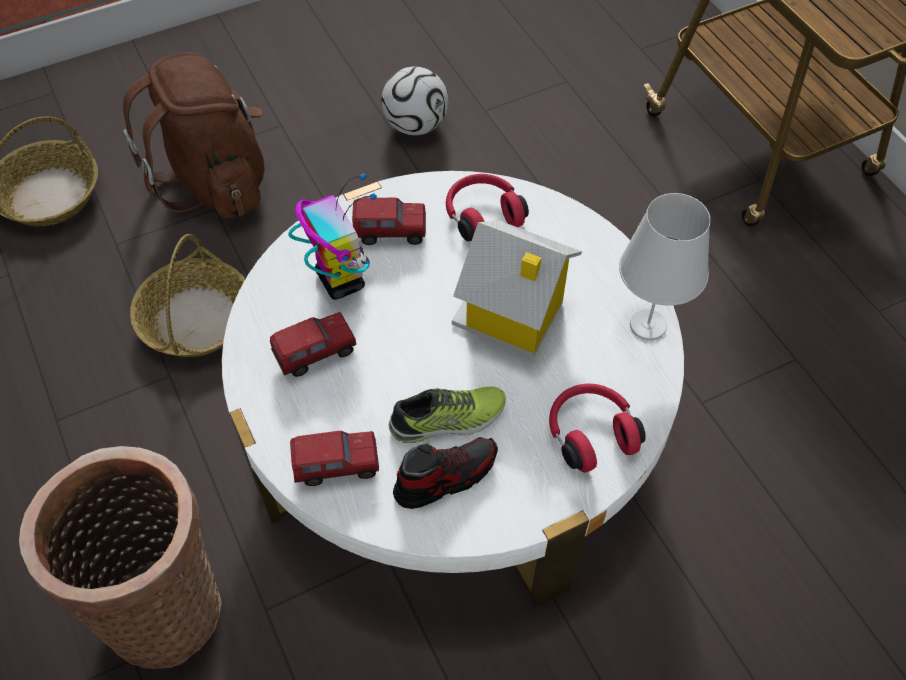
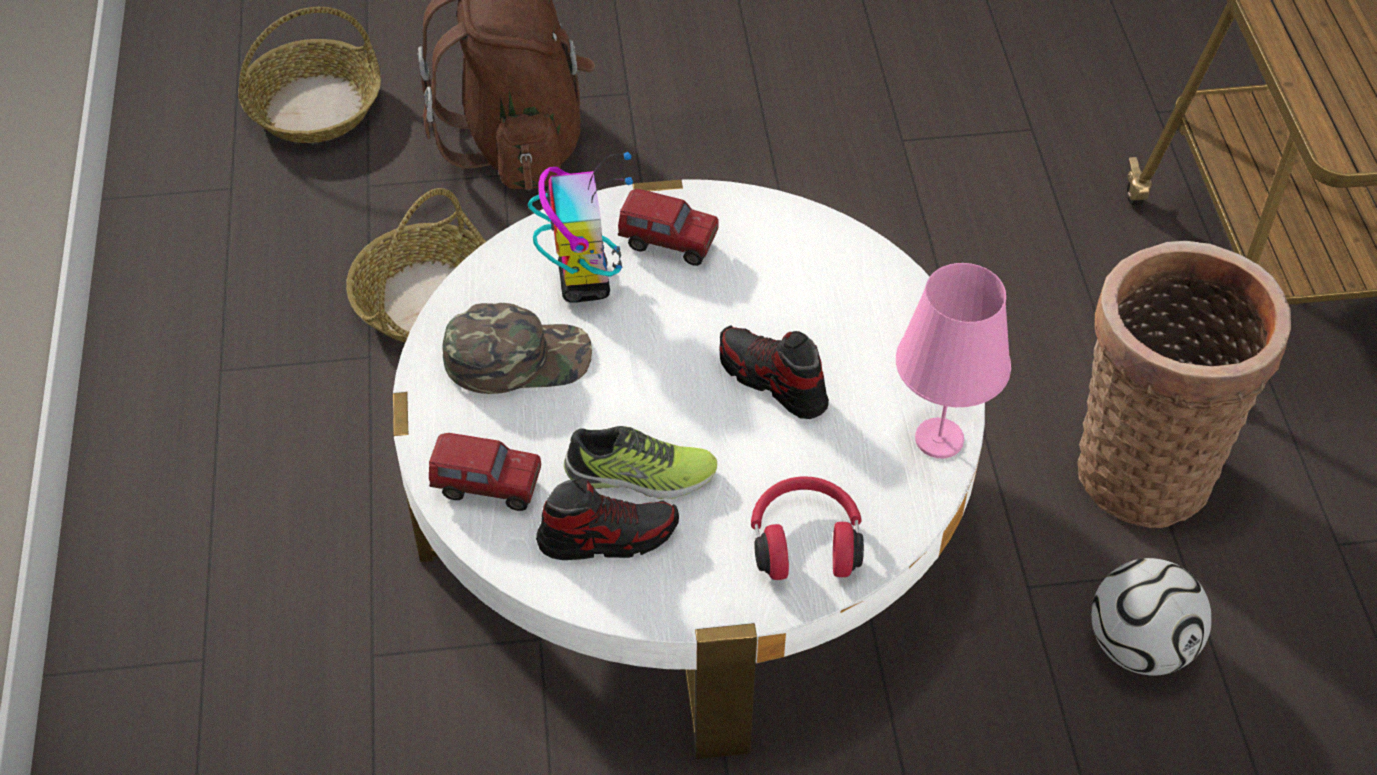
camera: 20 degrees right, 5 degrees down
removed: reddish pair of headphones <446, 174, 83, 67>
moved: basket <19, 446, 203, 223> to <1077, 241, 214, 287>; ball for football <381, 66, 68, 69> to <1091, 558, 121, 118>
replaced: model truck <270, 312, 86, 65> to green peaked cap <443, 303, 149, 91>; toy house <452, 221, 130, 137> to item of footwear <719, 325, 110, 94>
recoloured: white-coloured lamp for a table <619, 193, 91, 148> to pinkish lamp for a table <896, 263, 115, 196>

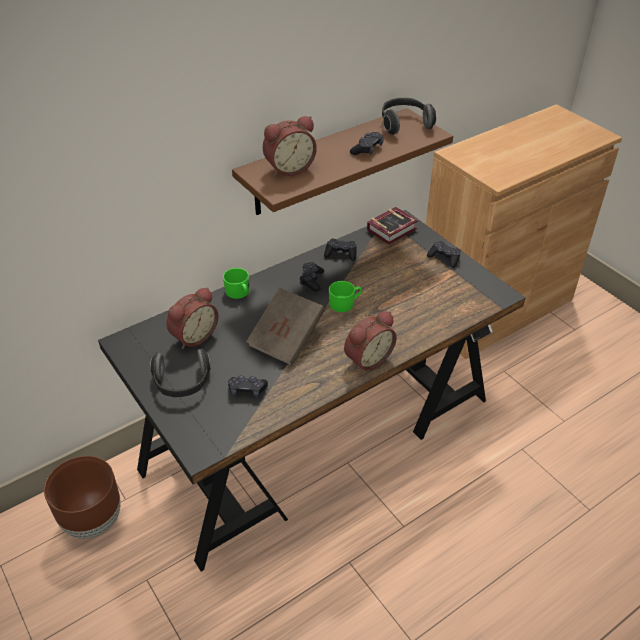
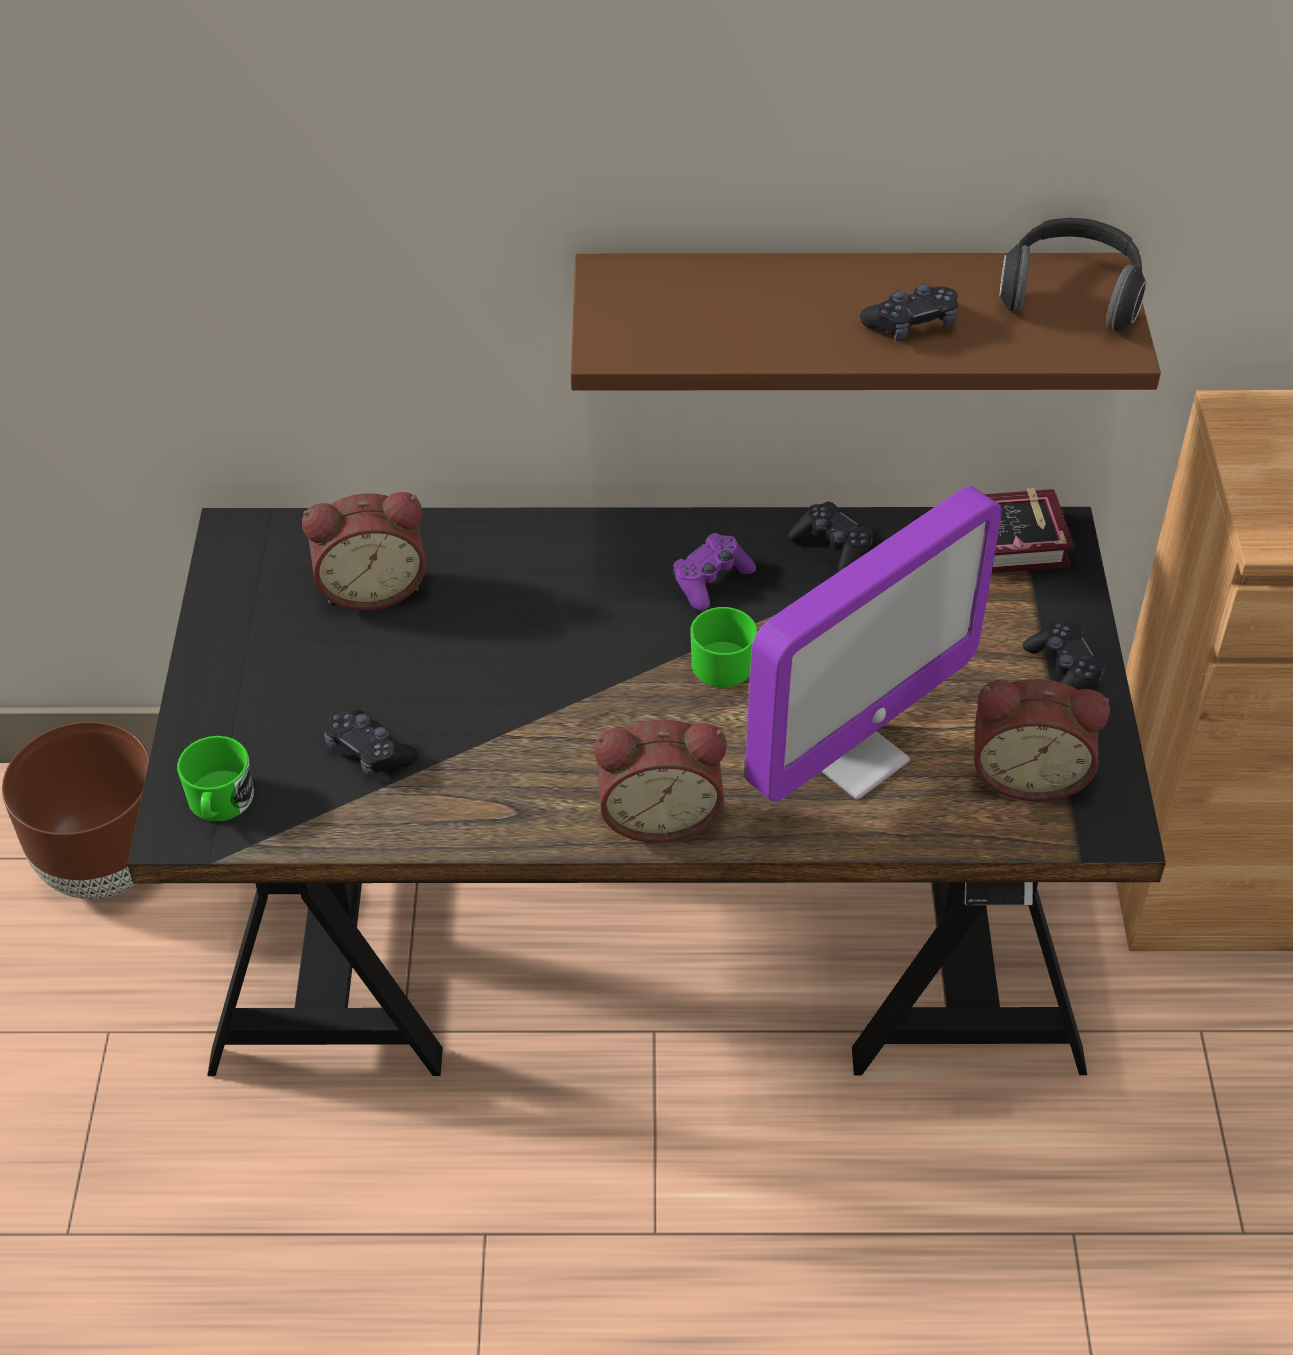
camera: 35 degrees right, 5 degrees up
removed: pair of headphones <150, 348, 61, 49>; brownish book <246, 288, 79, 78>
added: monitor <745, 486, 257, 316>
moved: green mug <223, 268, 26, 31> to <177, 736, 77, 85>; table clock <263, 116, 54, 60> to <974, 679, 136, 122>
recoloured: blackish joypad <300, 262, 24, 29> to purplish joypad <673, 533, 83, 78>

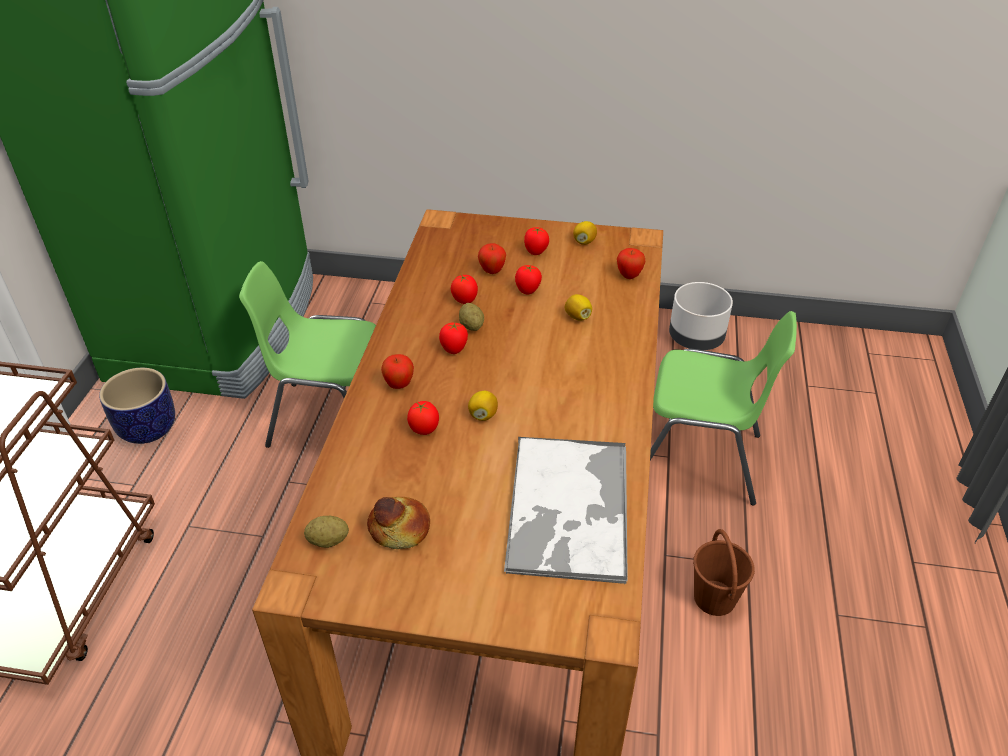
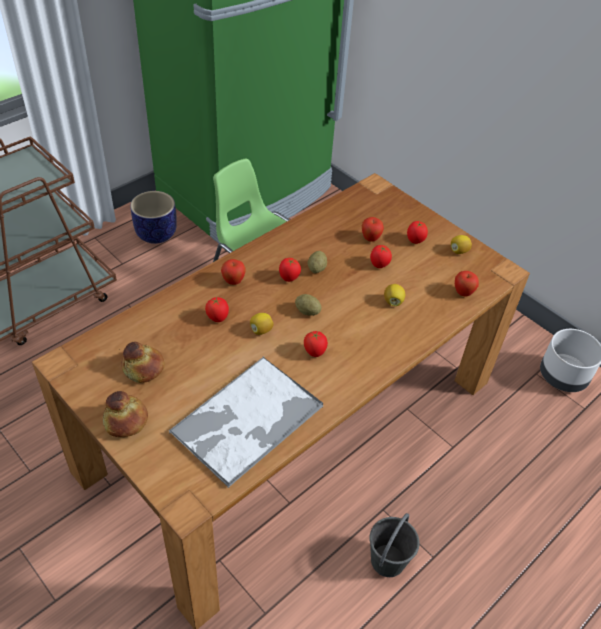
camera: 35 degrees right, 5 degrees up
removed: green chair <650, 311, 147, 194>
added: bread <103, 391, 45, 46>
moved: potato <304, 516, 45, 32> to <295, 294, 26, 22>; fresh tomato <451, 274, 27, 30> to <304, 331, 24, 26>
recoloured: brownish pail <693, 529, 62, 87> to gray pail <370, 513, 50, 64>

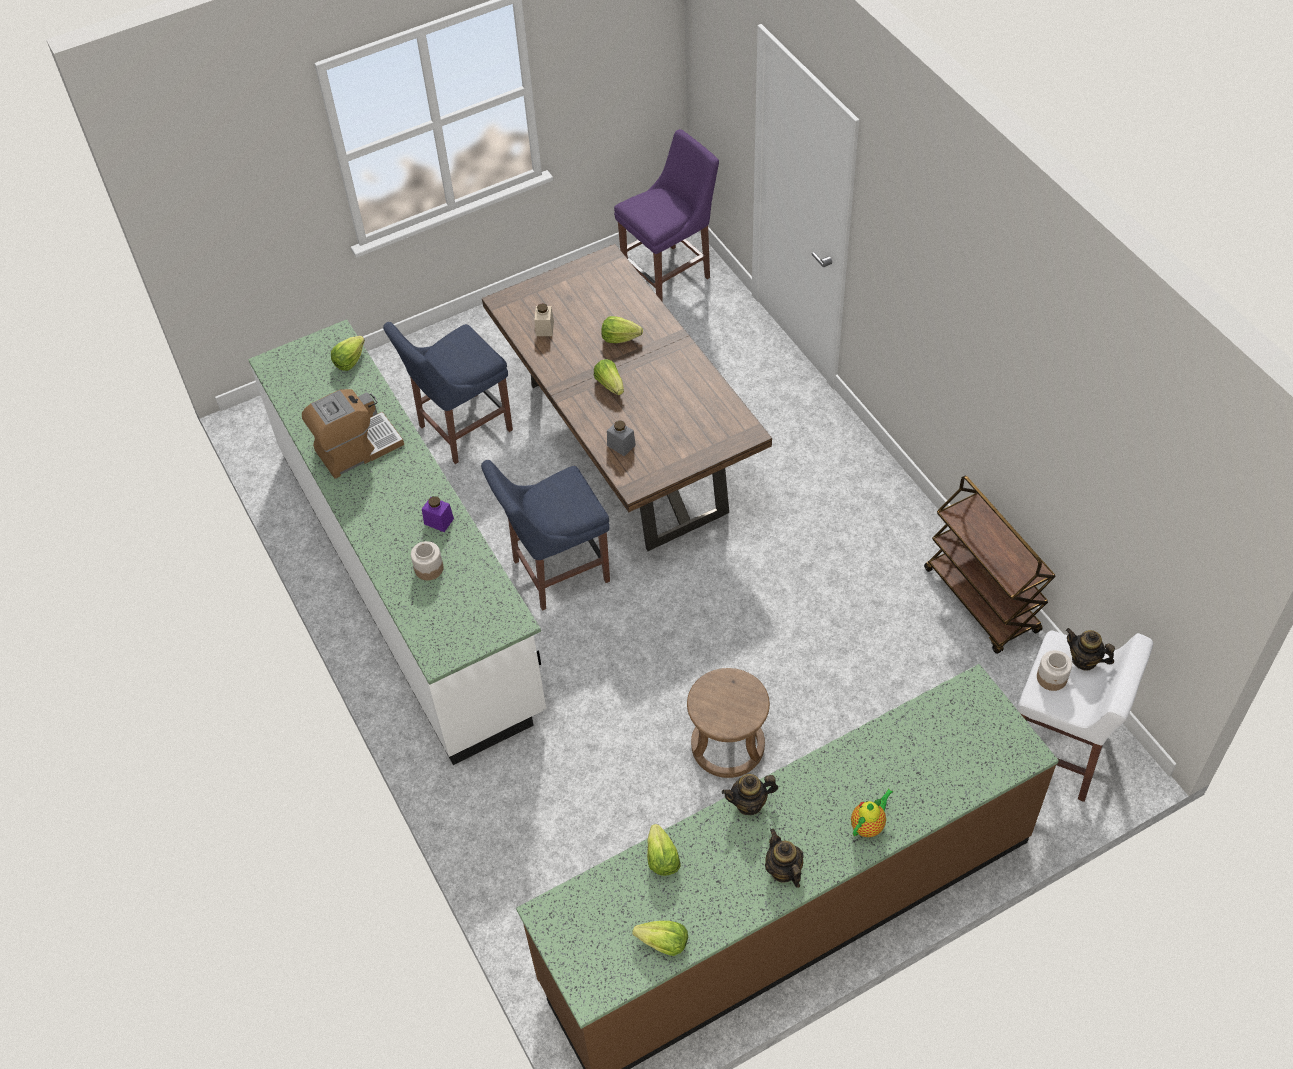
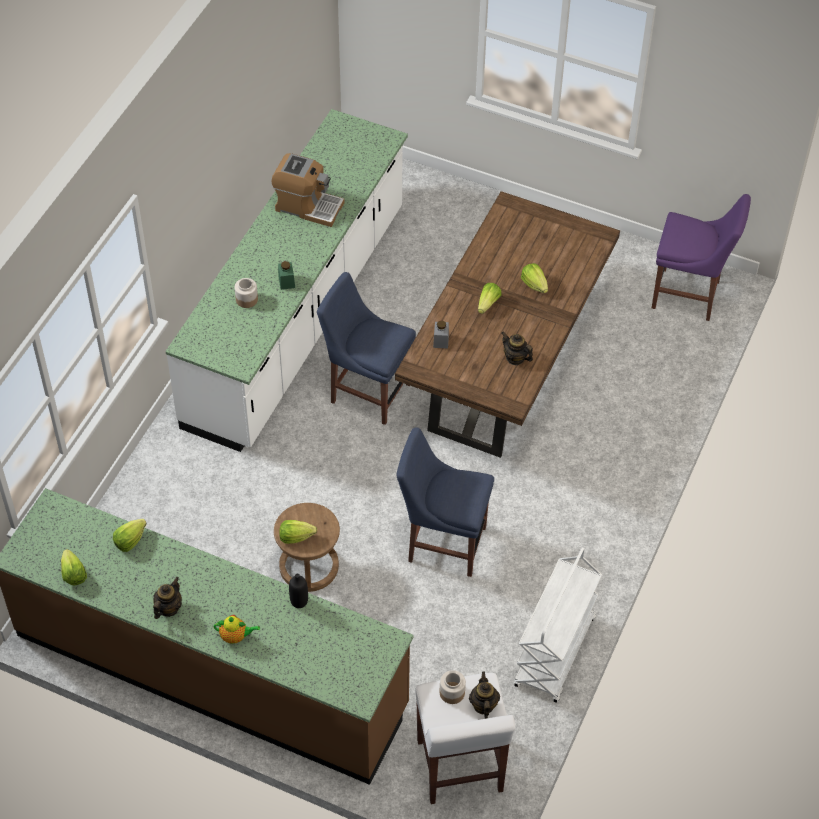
camera: 50 degrees right, 0 degrees up
removed: sand-coloured preserve jar <534, 303, 20, 33>
added: blackish bottle <289, 574, 19, 34>
moved: lettuce <331, 336, 34, 35> to <279, 520, 38, 24>; bluish chair <383, 322, 130, 142> to <396, 427, 98, 150>; tea pot <722, 774, 56, 41> to <501, 331, 32, 34>
recoloured: purplish preserve jar <422, 496, 32, 36> to green preserve jar <278, 261, 17, 29>; brownish wheeled cart <924, 476, 132, 178> to white-coloured wheeled cart <514, 547, 88, 156>

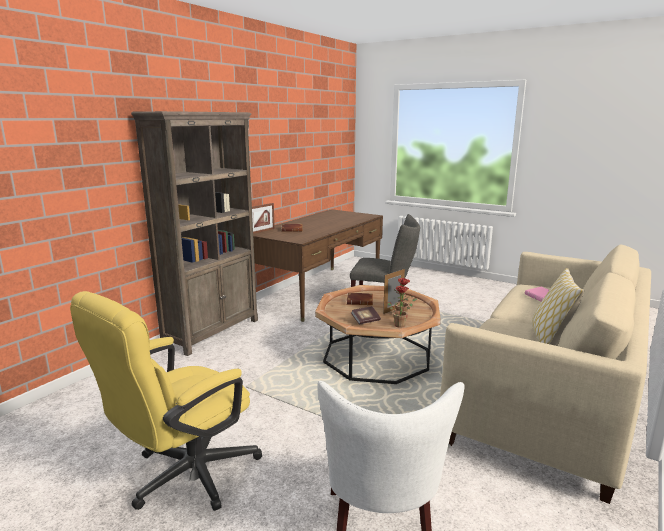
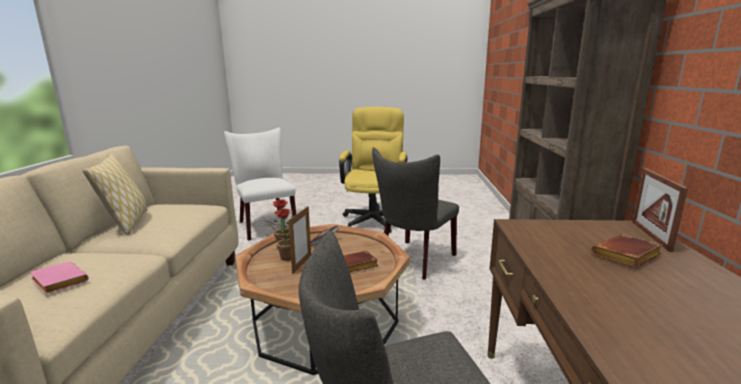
camera: 150 degrees right, 0 degrees up
added: gray chair <372, 147, 87, 133>

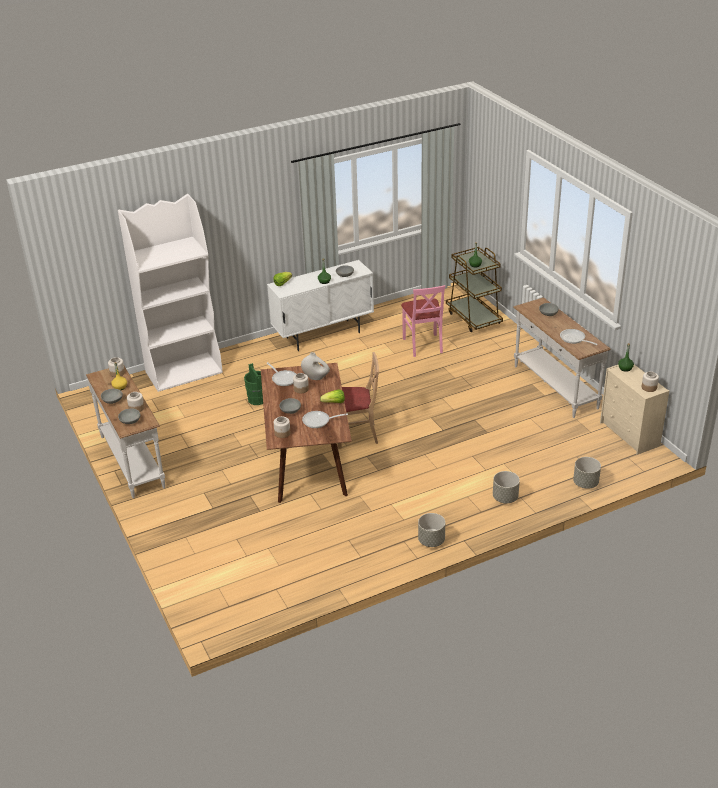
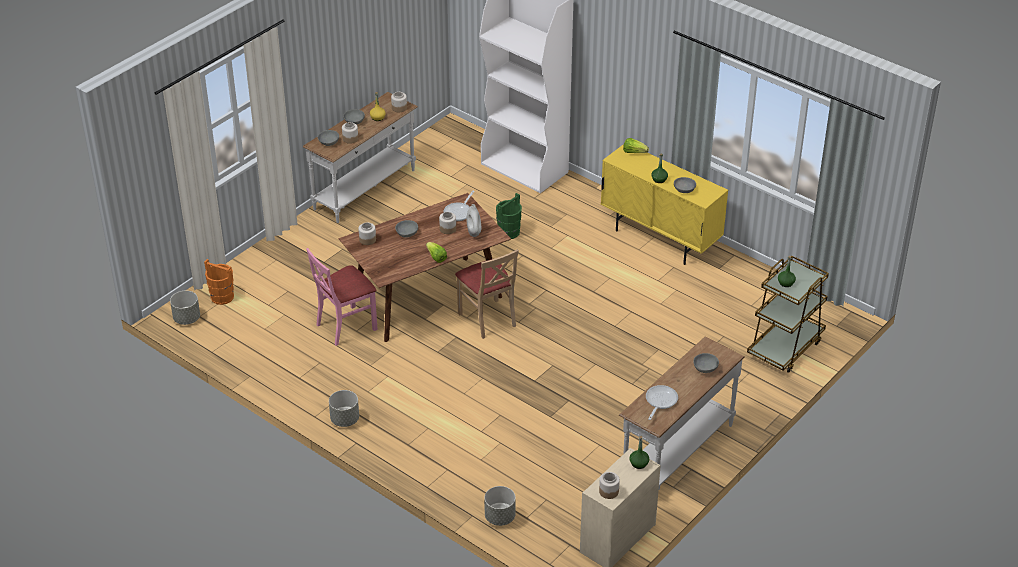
camera: 65 degrees right, 5 degrees up
removed: frying pan <302, 411, 46, 17>
added: orange-coloured pail <204, 259, 30, 46>
moved: pinkish chair <401, 285, 44, 72> to <306, 248, 72, 98>; gray planter <493, 471, 27, 32> to <170, 291, 30, 34>
recoloured: white-coloured cupboard <267, 260, 107, 91> to yellow-coloured cupboard <601, 144, 127, 121>

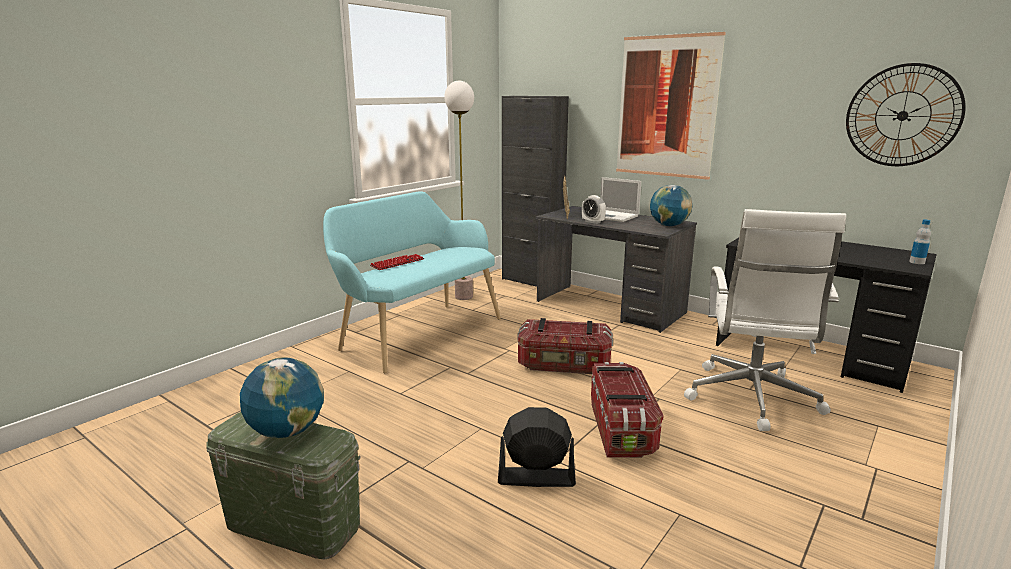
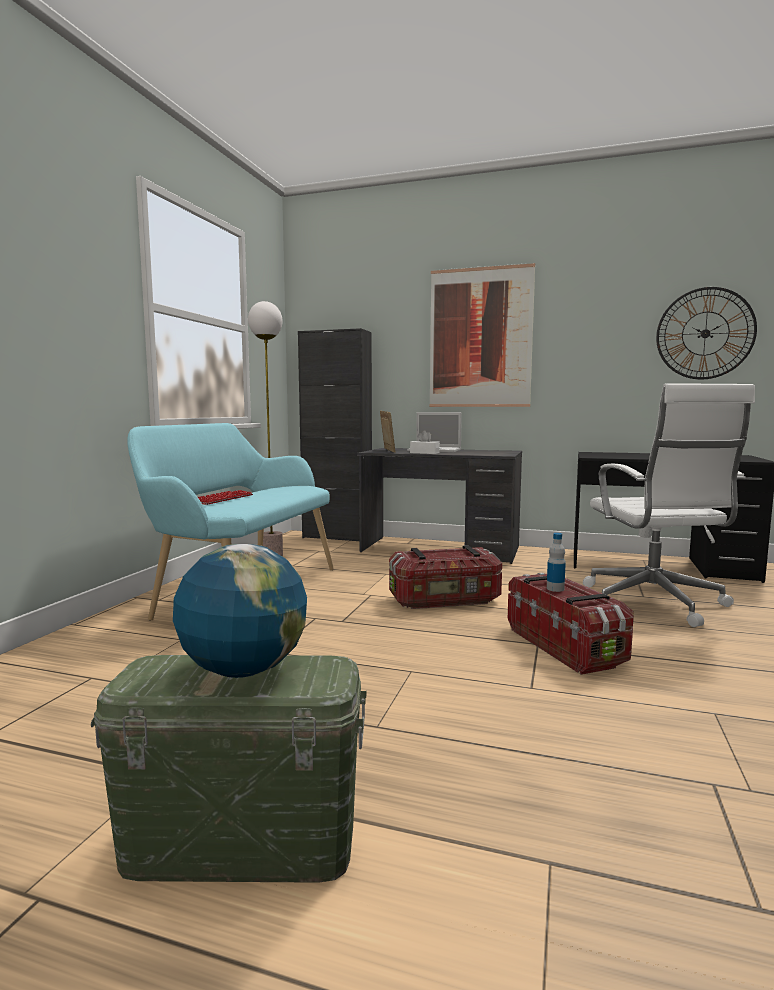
camera: 20 degrees left, 10 degrees down
removed: blackish cooling fan <498, 407, 78, 80>; globe <650, 185, 43, 41>
moved: bottle <909, 219, 22, 45> to <547, 533, 19, 59>
replaced: table clock <582, 195, 24, 29> to white-coloured box of tissues <410, 430, 30, 24>

